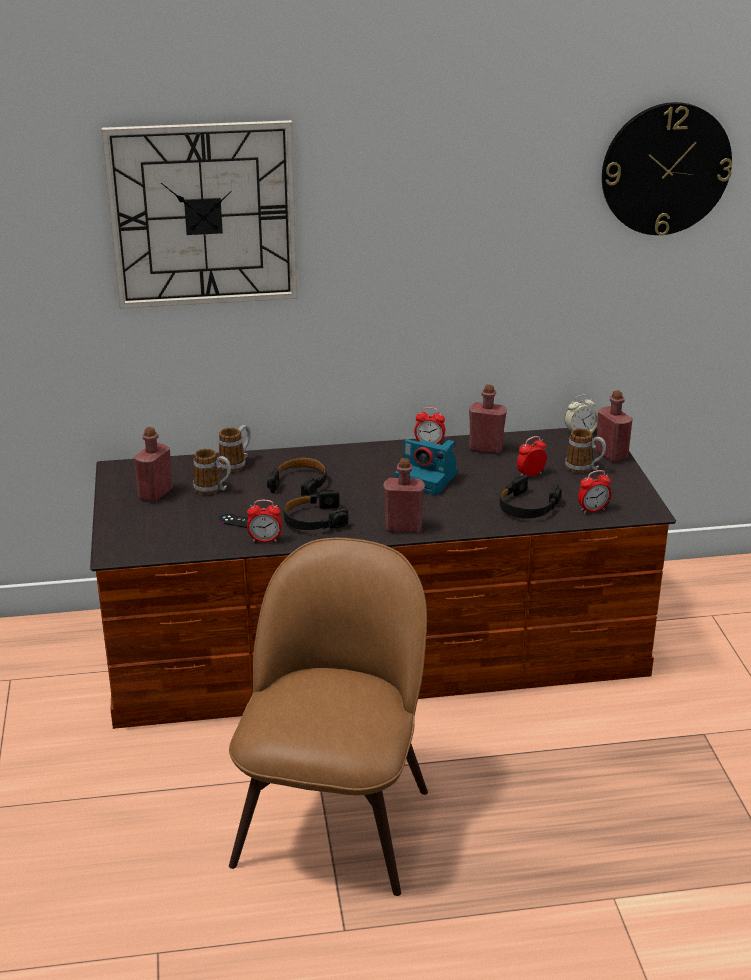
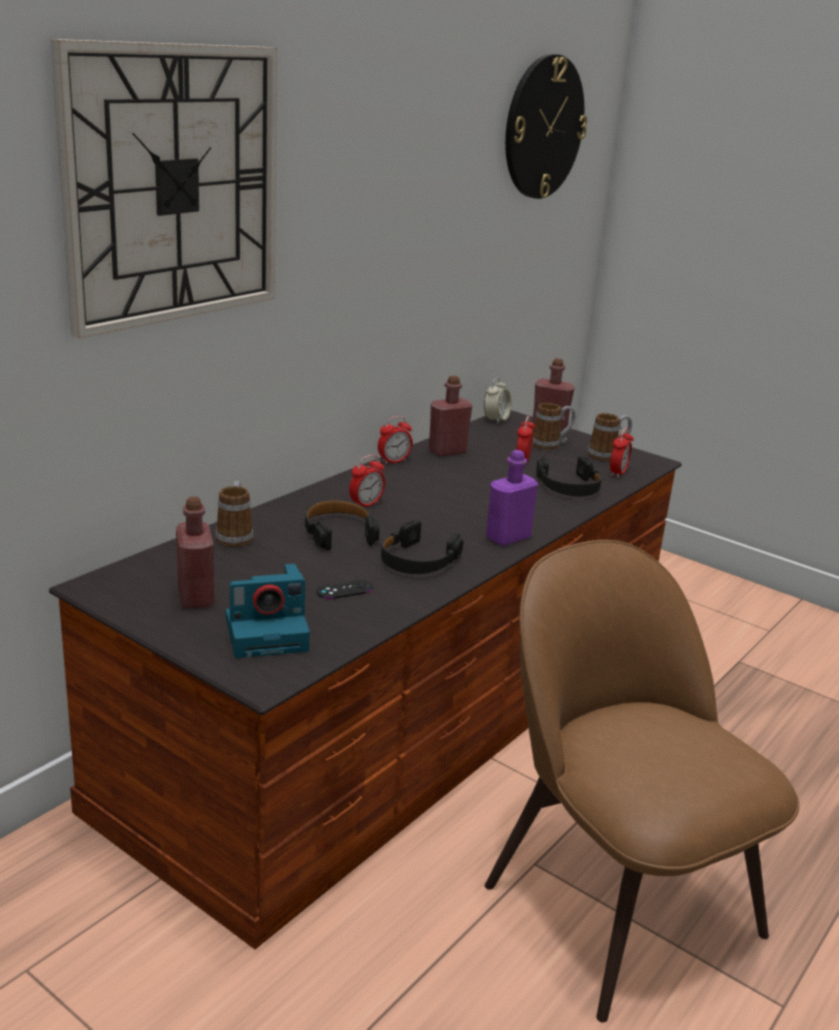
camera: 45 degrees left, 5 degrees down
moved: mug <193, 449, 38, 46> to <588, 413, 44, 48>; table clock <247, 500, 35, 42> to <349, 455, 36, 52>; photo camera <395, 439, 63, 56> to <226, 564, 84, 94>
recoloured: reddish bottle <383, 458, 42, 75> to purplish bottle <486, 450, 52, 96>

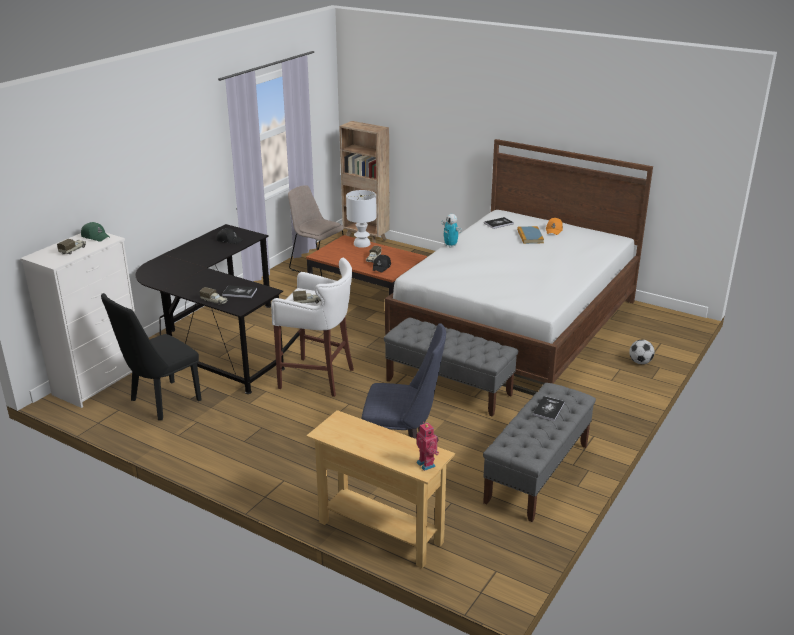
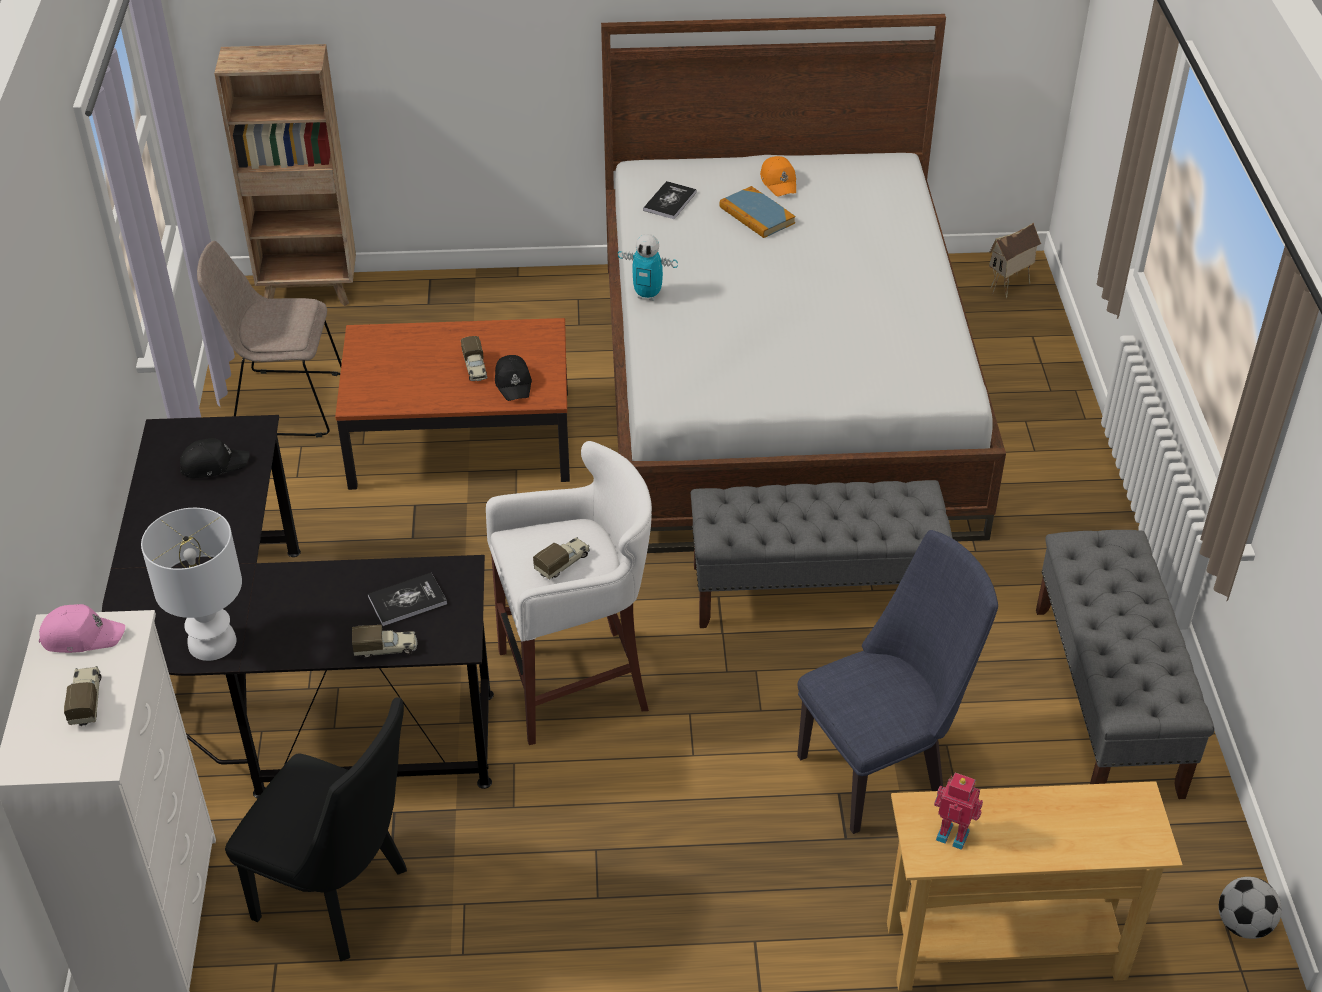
camera: 35 degrees left, 15 degrees up
removed: book <533, 396, 32, 25>
added: toy house <989, 222, 52, 77>
moved: white-coloured lamp for a table <346, 190, 31, 58> to <141, 508, 101, 153>; toy robot <416, 422, 23, 49> to <934, 773, 49, 77>; ball for football <629, 340, 26, 24> to <1219, 877, 63, 62>
recoloured: green peaked cap <81, 222, 28, 20> to pinkish peaked cap <39, 604, 86, 49>
turned: blackish chair <101, 293, 101, 127> = <225, 697, 182, 264> 75 degrees counterclockwise

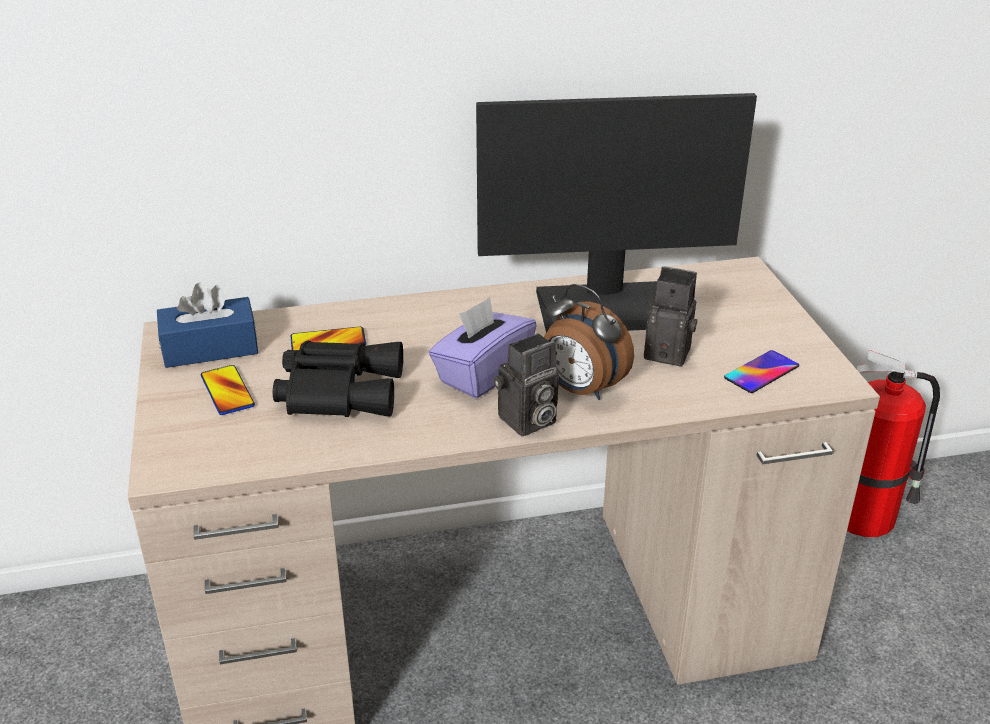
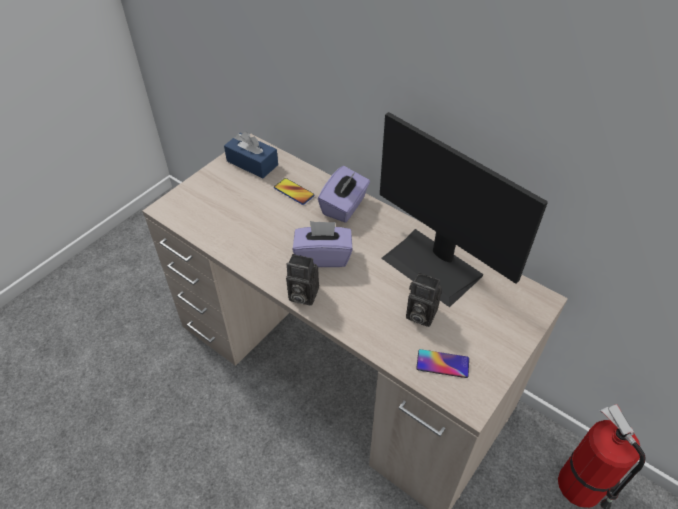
camera: 50 degrees right, 15 degrees up
removed: phone <201, 365, 54, 50>; blackish field glasses <273, 341, 130, 76>; table clock <544, 284, 90, 116>
added: purplish box of tissues <318, 166, 52, 56>
turned: photo camera <644, 266, 53, 101> = <406, 272, 36, 55> 135 degrees clockwise

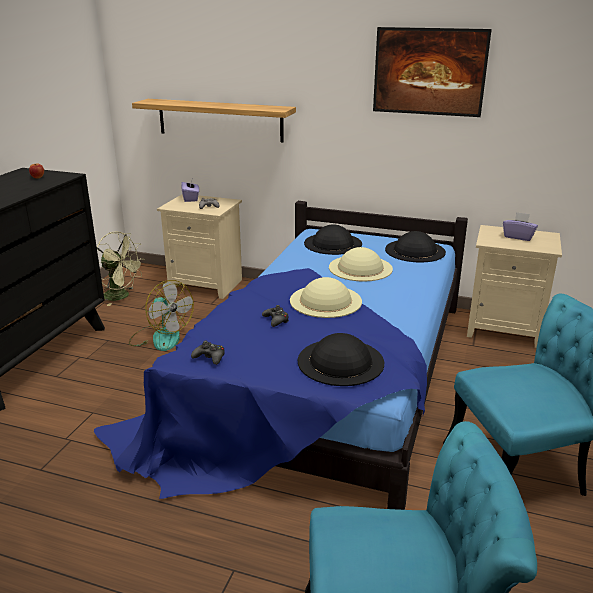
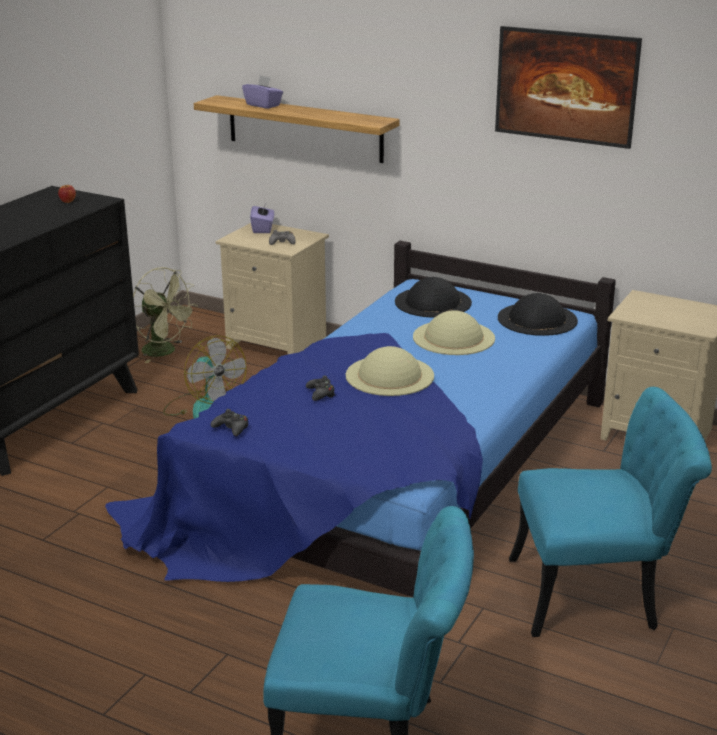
camera: 10 degrees right, 0 degrees up
removed: blackish clothing hat <298, 333, 86, 53>
moved: purplish box of tissues <503, 212, 35, 29> to <242, 75, 41, 34>

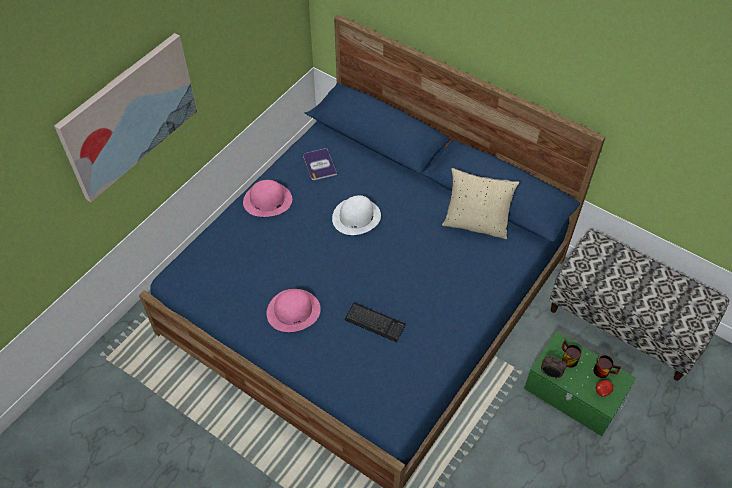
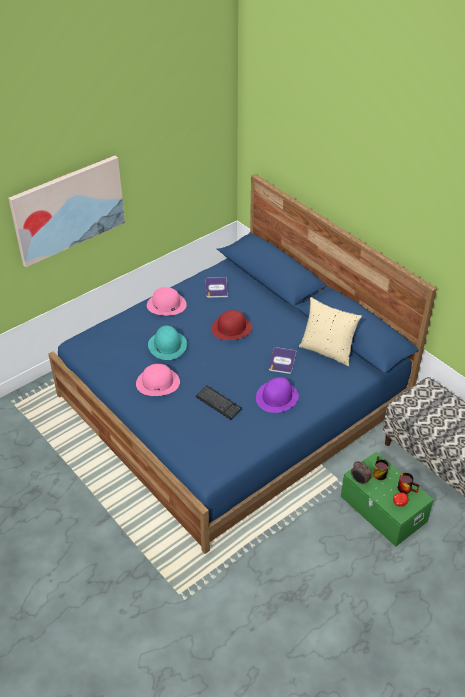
camera: 15 degrees right, 10 degrees down
added: turquoise-coloured clothing hat <148, 326, 39, 34>; purplish clothing hat <256, 377, 43, 36>; book <269, 347, 28, 27>
recoloured: white-coloured clothing hat <332, 195, 49, 40> to reddish clothing hat <211, 310, 41, 30>

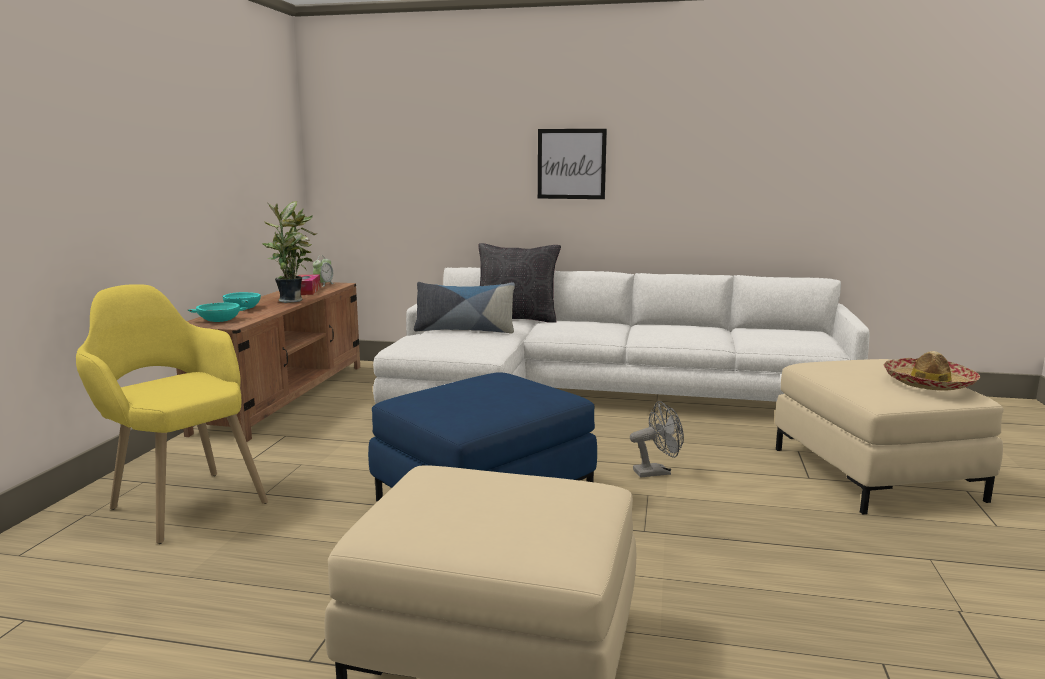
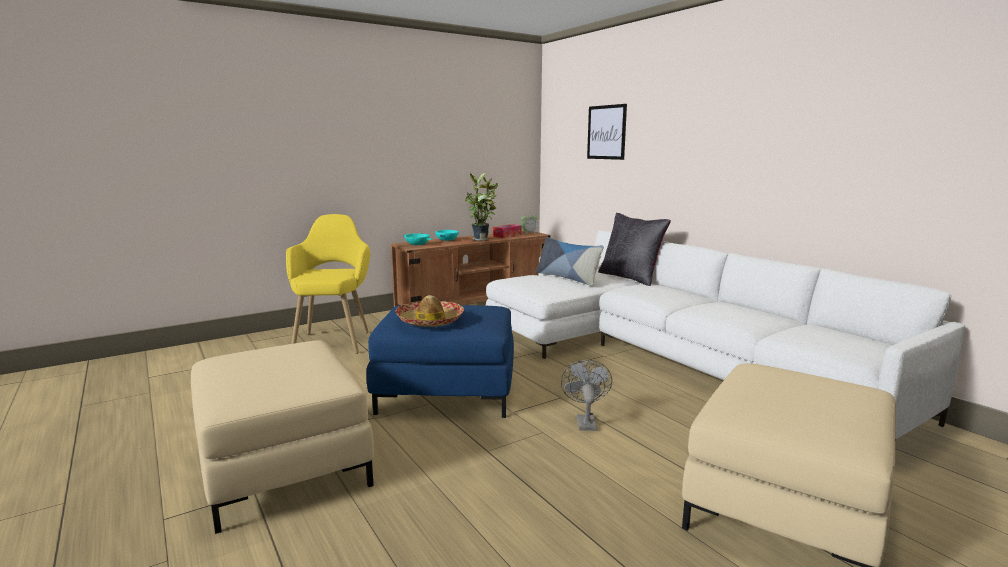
camera: 45 degrees right, 0 degrees up
moved: wall picture <538, 129, 69, 70> to <587, 104, 40, 56>; clothing hat <884, 351, 96, 40> to <395, 295, 69, 32>
turned: gray cooling fan <630, 401, 54, 76> = <561, 360, 51, 71> 120 degrees counterclockwise

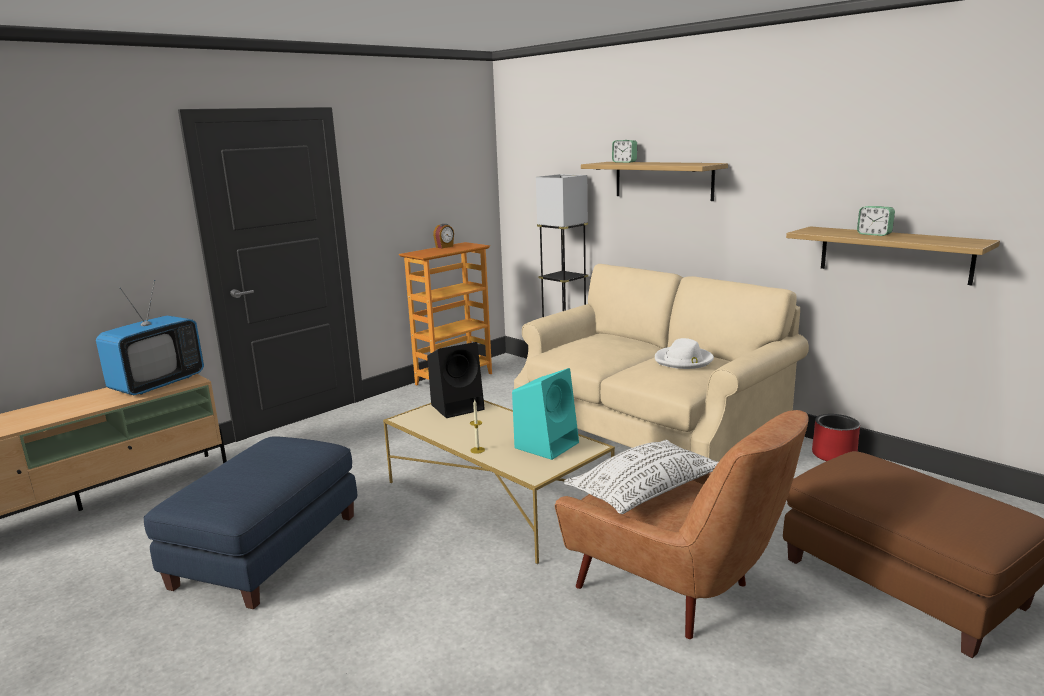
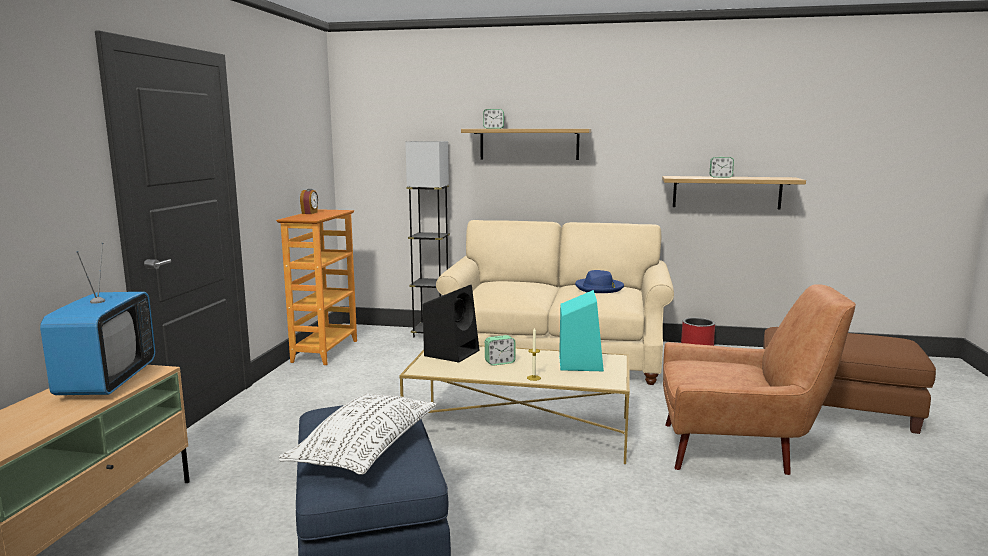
camera: 35 degrees left, 5 degrees down
added: table clock <485, 335, 31, 31>
moved: white-coloured pillow <564, 440, 154, 74> to <279, 393, 158, 82>
recoloured: white-coloured clothing hat <655, 338, 59, 31> to bluish clothing hat <575, 270, 49, 23>

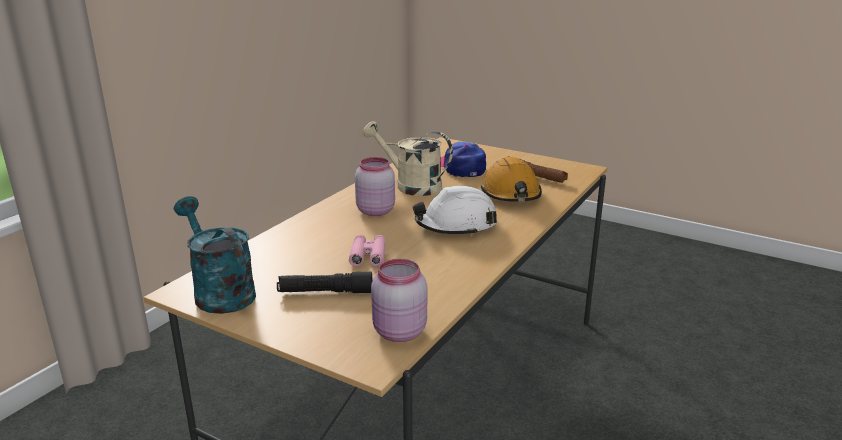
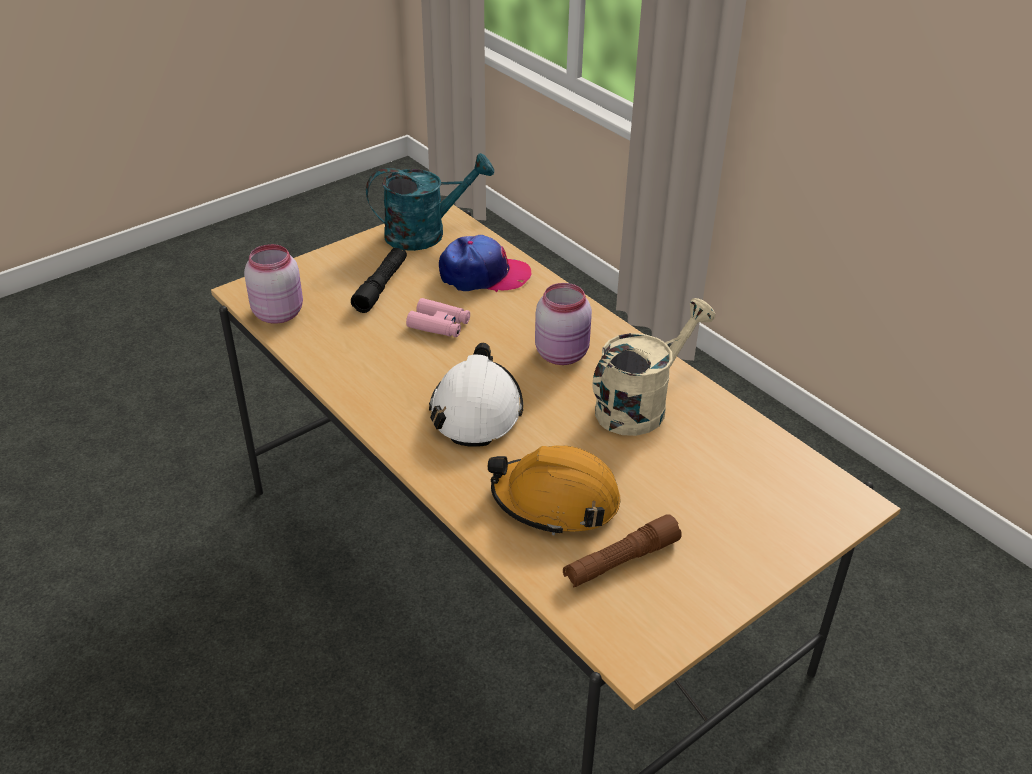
camera: 110 degrees right, 15 degrees up
moved: peaked cap <441, 142, 45, 35> to <439, 235, 93, 57>

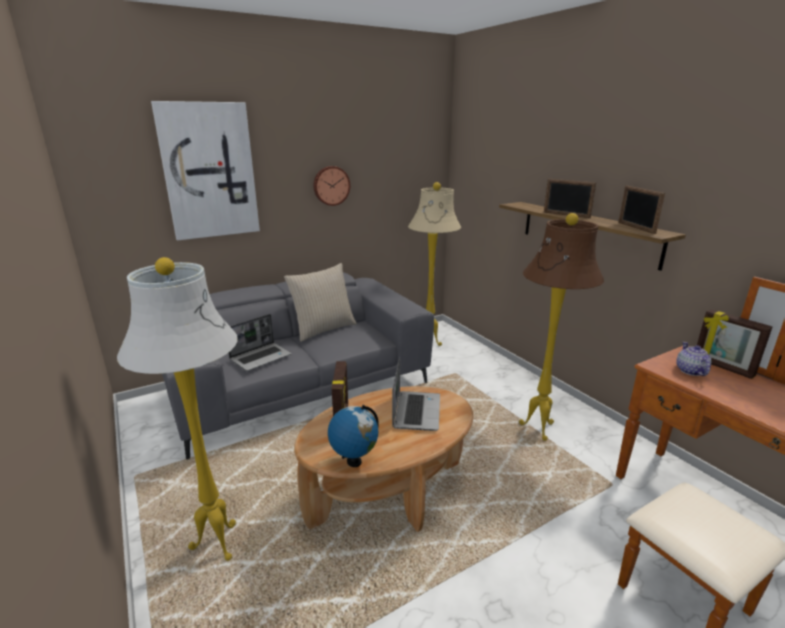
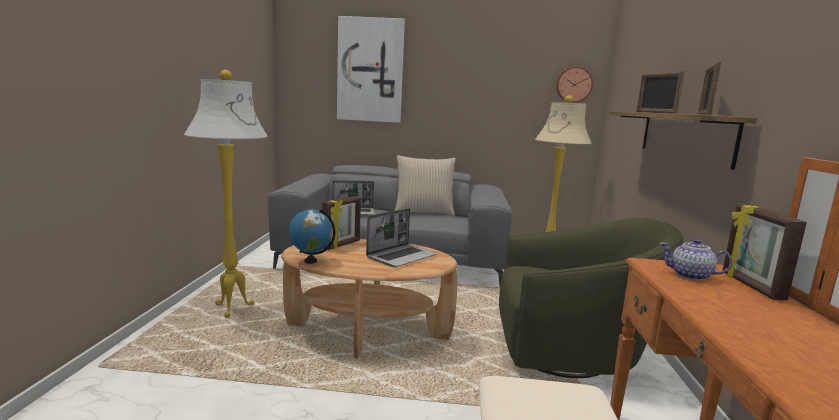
camera: 35 degrees right, 10 degrees down
moved: wall clock <313, 166, 37, 40> to <556, 66, 37, 37>
replaced: brownish standing lamp <519, 213, 85, 228> to green armchair <499, 218, 184, 160>
turned: tea pot <676, 342, 36, 34> = <660, 239, 73, 42> 105 degrees counterclockwise

